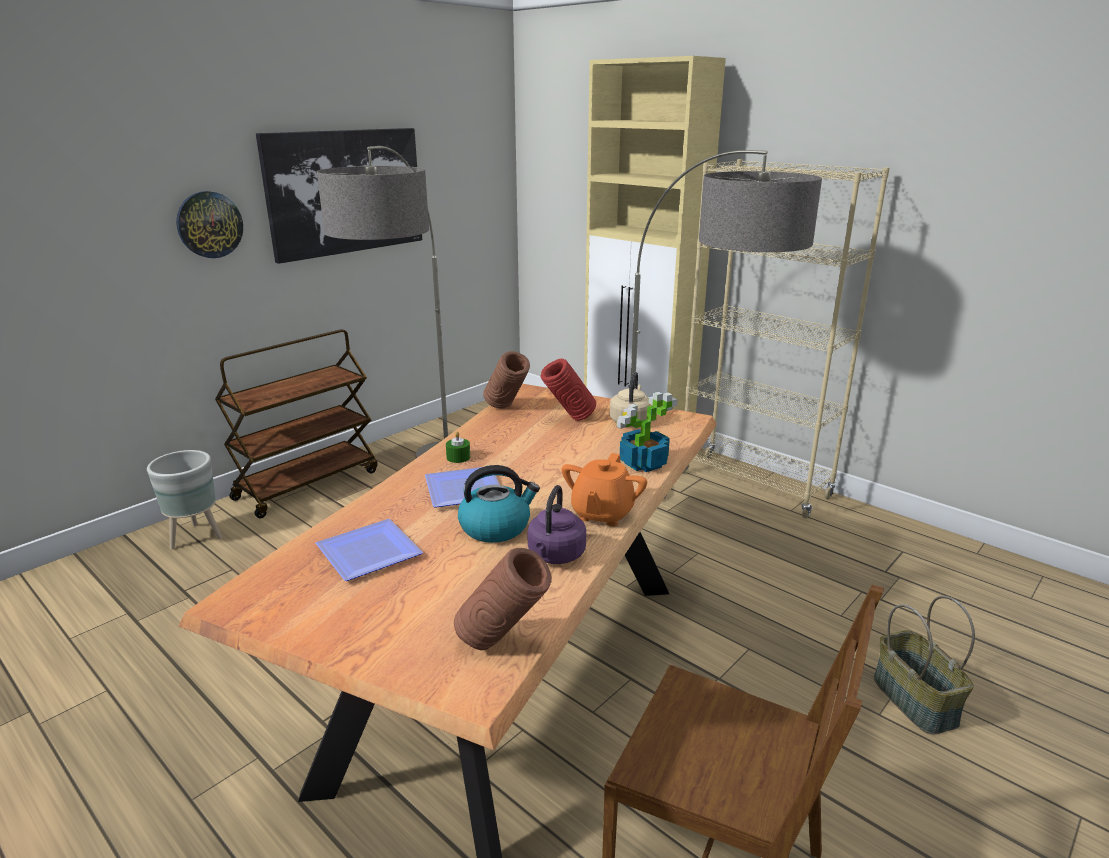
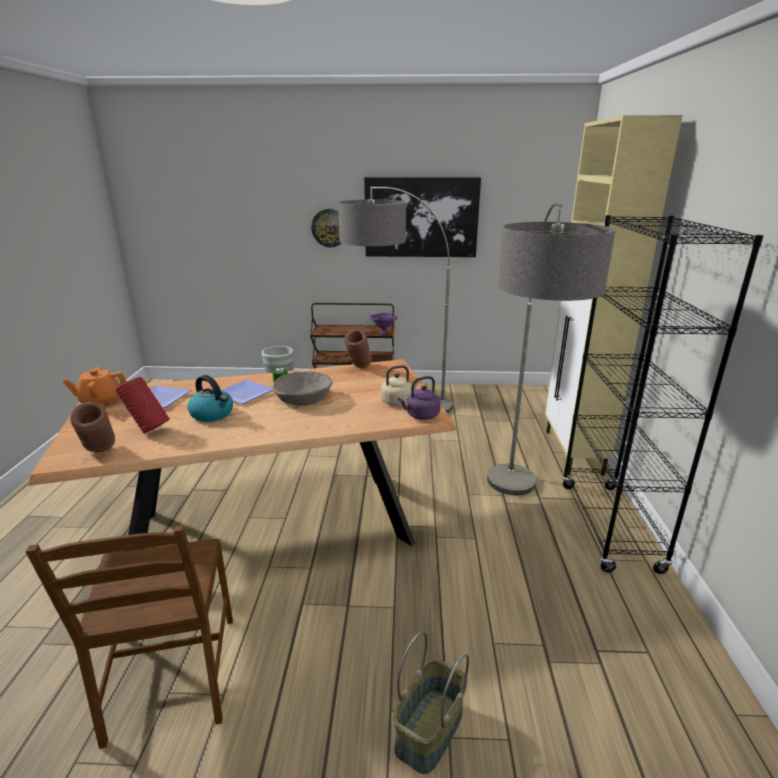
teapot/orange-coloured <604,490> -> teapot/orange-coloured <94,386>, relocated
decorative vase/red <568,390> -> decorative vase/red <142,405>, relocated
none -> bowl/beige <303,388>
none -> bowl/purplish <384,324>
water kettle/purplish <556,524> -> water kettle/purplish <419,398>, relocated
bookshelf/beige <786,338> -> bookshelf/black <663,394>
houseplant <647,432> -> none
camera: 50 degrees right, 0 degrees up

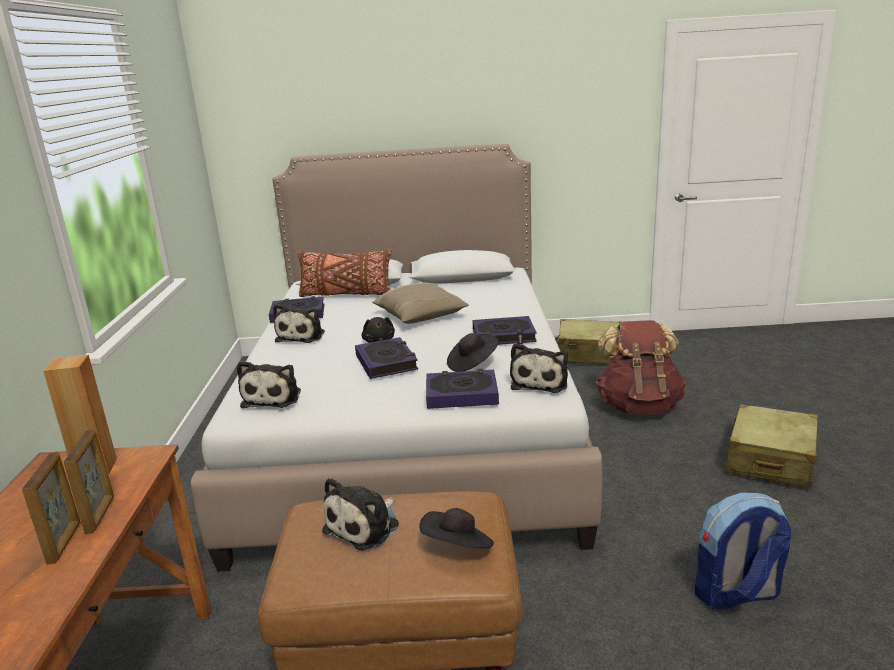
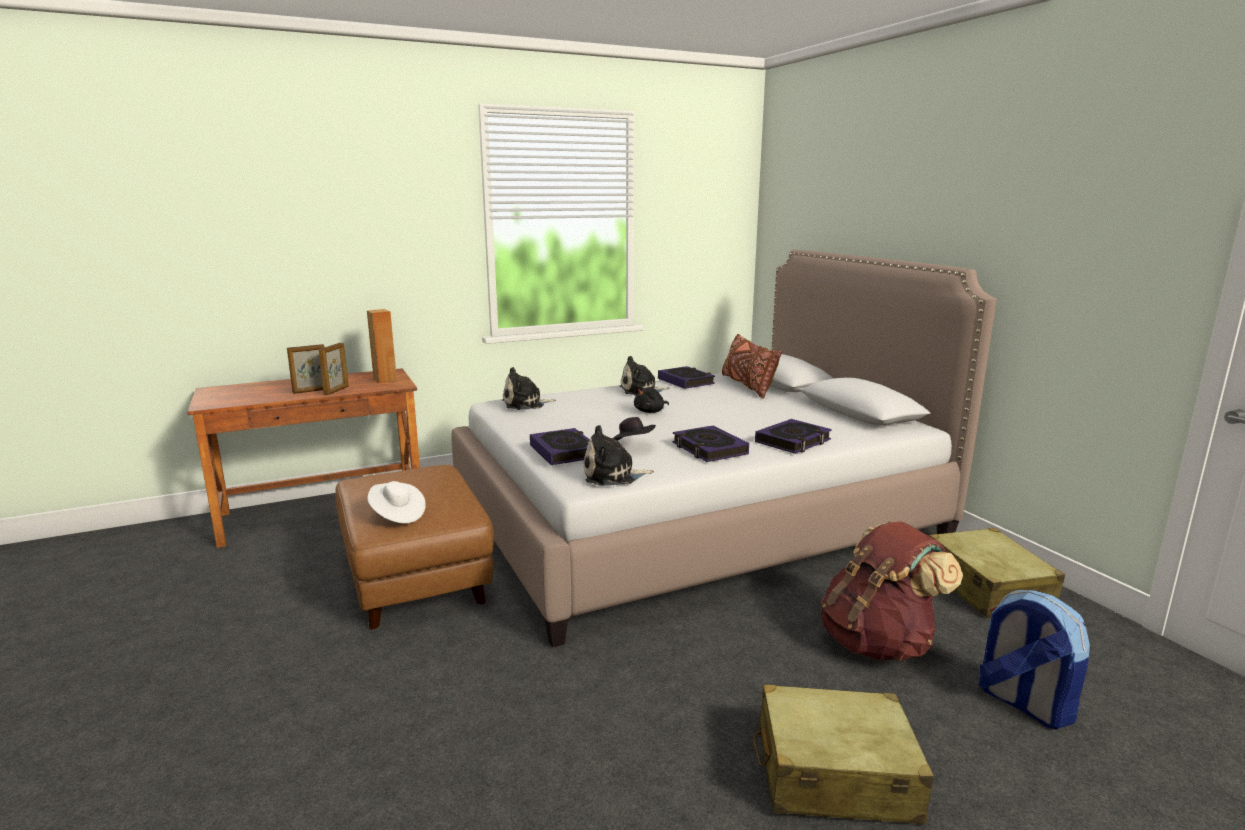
standing frame <89,481> -> standing frame <334,369>, 45 degrees counterclockwise
clothing hat/black <456,528> -> clothing hat/white-coloured <396,502>
volume <386,358> -> volume <793,436>, relocated
rucksack <743,551> -> rucksack <1034,659>, relocated
soft toy <360,514> -> none
throw pillow/beige <420,303> -> none
camera: 65 degrees right, 5 degrees down

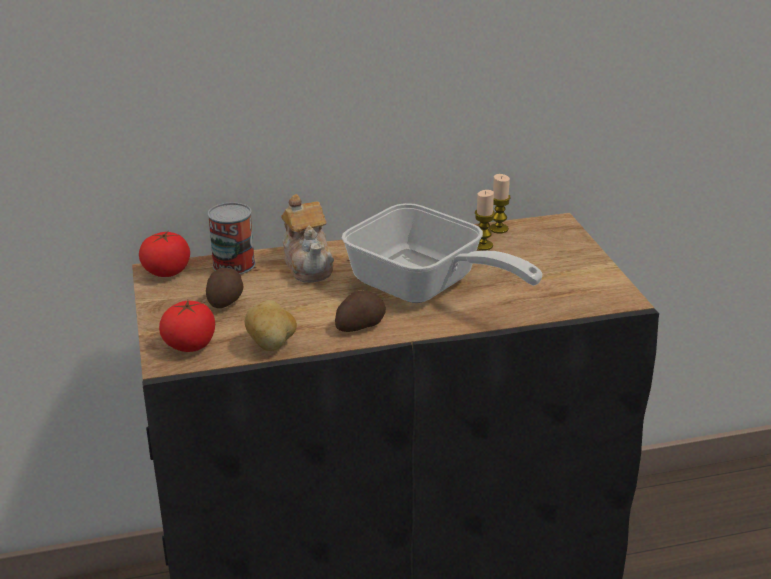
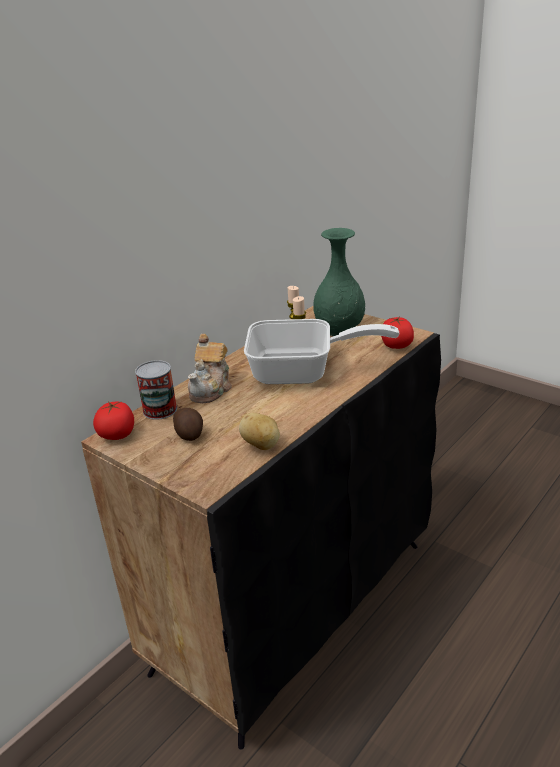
teapot <307,238> -> teapot <210,368>, 75 degrees clockwise
none -> decorative vase/green <339,282>
fresh tomato <187,326> -> fresh tomato <397,333>, relocated
spud <360,311> -> none
camera: 35 degrees left, 0 degrees up

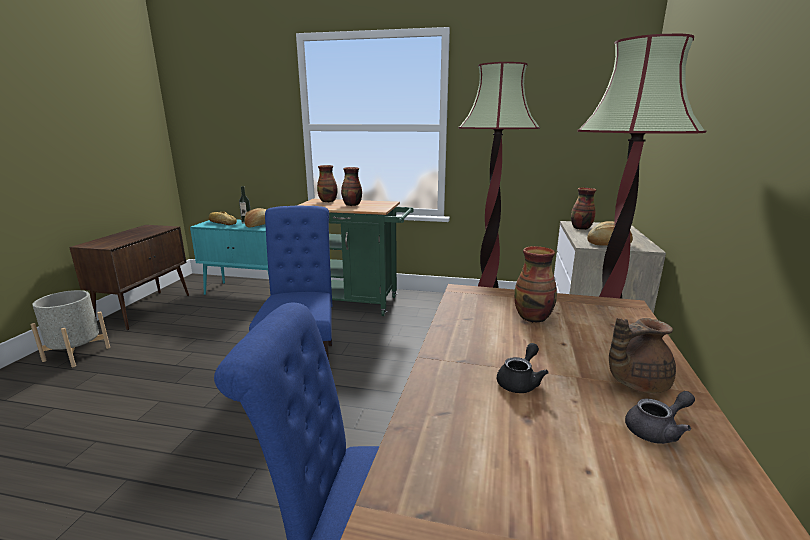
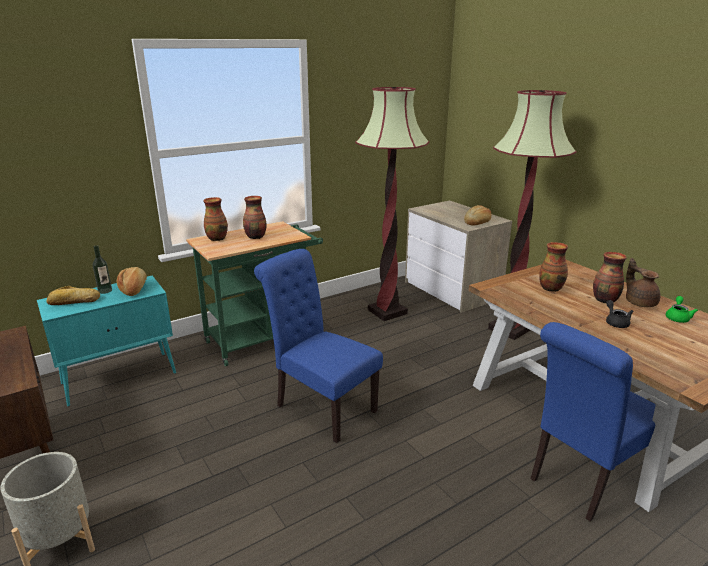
decorative vase <583,209> -> decorative vase <610,277>, relocated
teapot/brown <642,355> -> teapot/brown <643,282>, 135 degrees clockwise
teapot/greyish <660,417> -> teapot/green <682,309>
camera: 45 degrees left, 5 degrees up

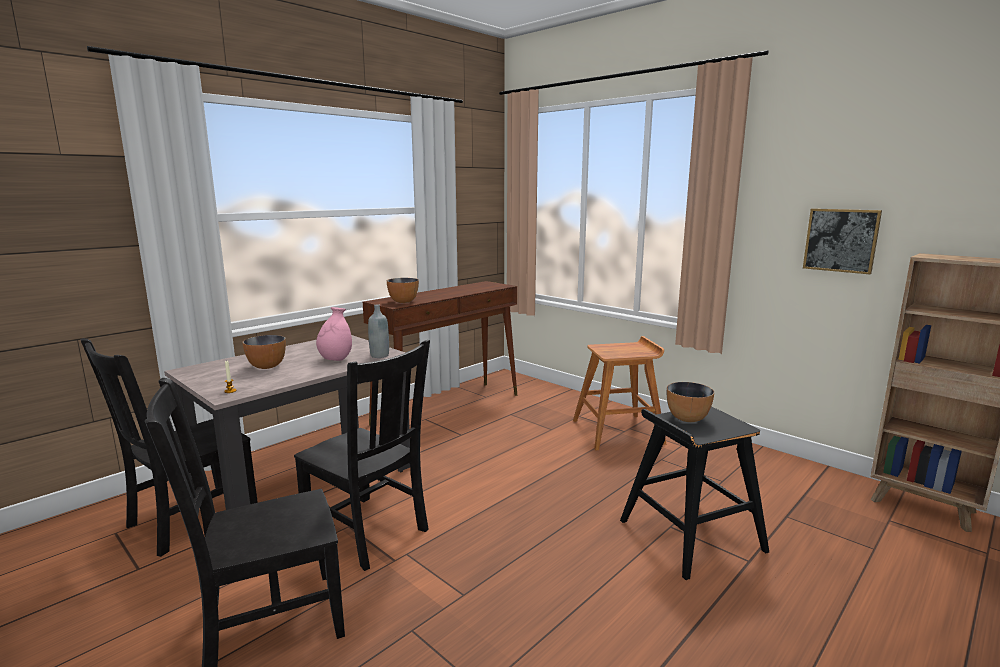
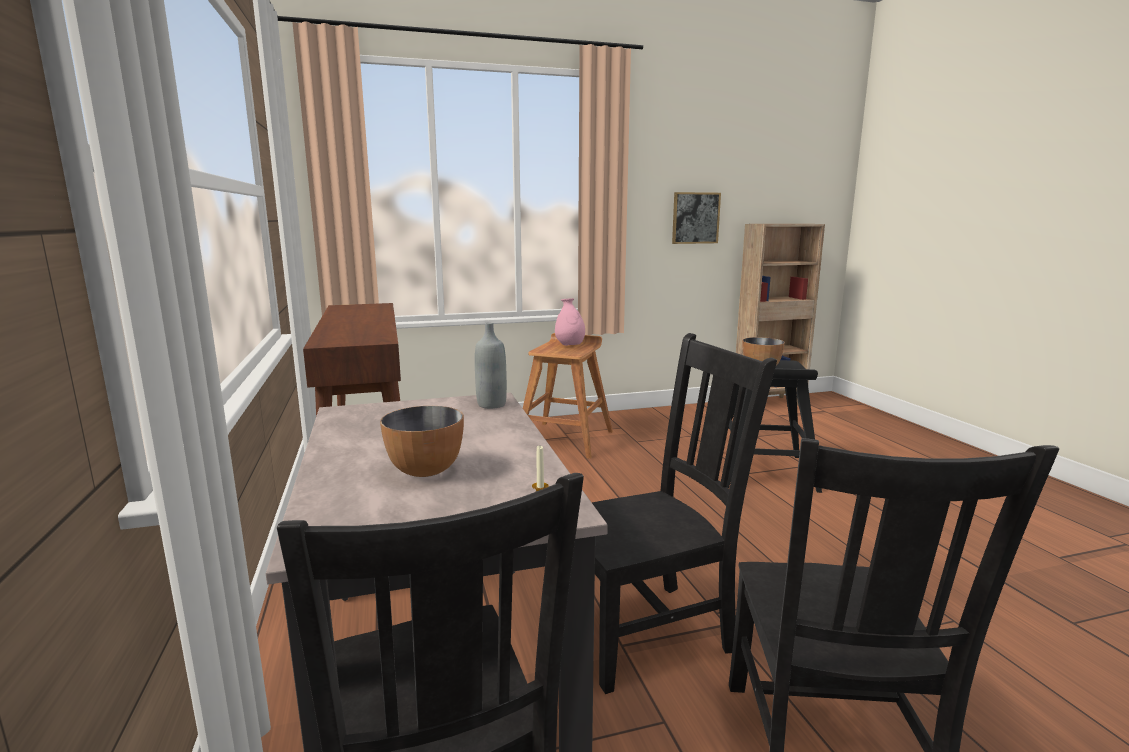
decorative vase/pink <334,334> -> decorative vase/pink <570,322>, relocated
bowl <403,290> -> none
camera: 60 degrees left, 0 degrees up

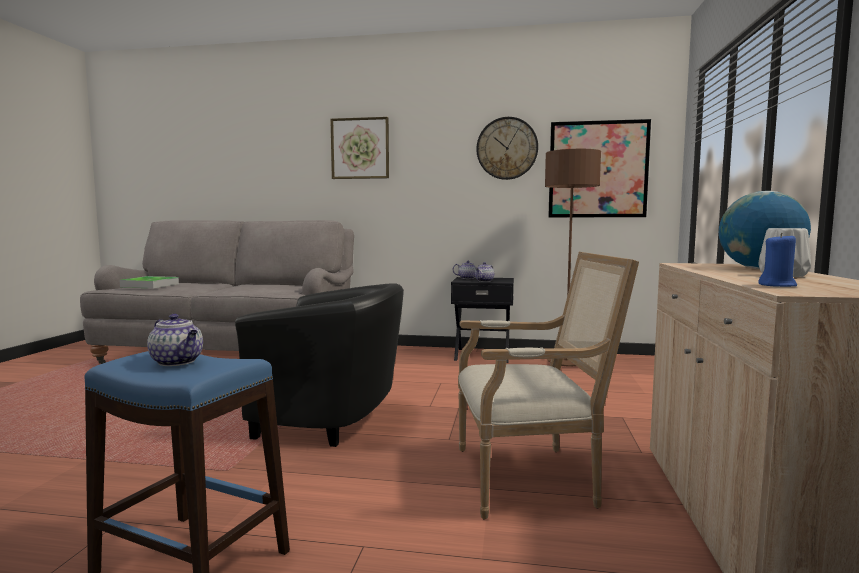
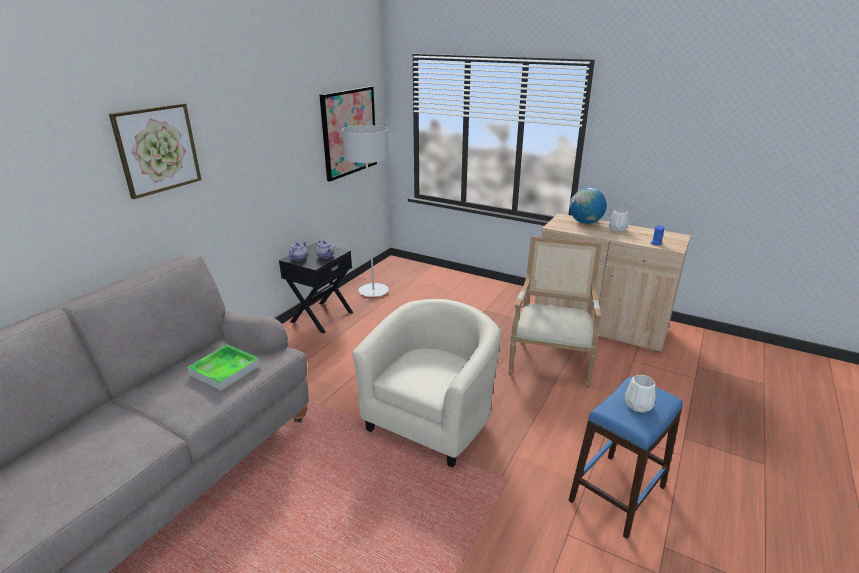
tray <149,282> -> tray <223,368>, relocated
standing lamp/brown <573,258> -> standing lamp/greyish <365,211>
easy chair/black <319,365> -> easy chair/beige <426,383>
teapot <175,340> -> decorative vase/white-coloured <640,394>
hanging clock <507,148> -> none
camera: 70 degrees left, 20 degrees up

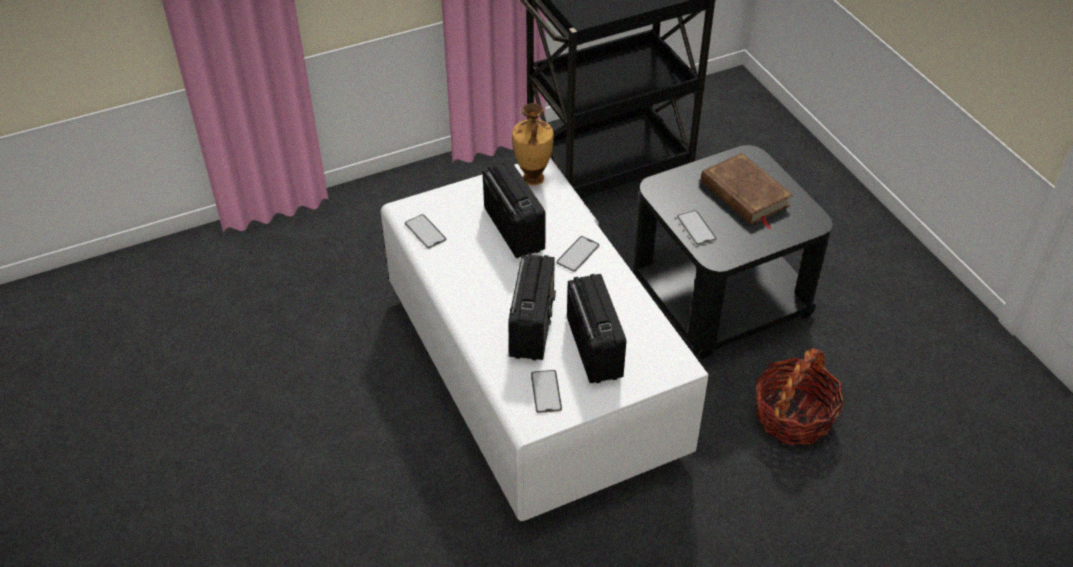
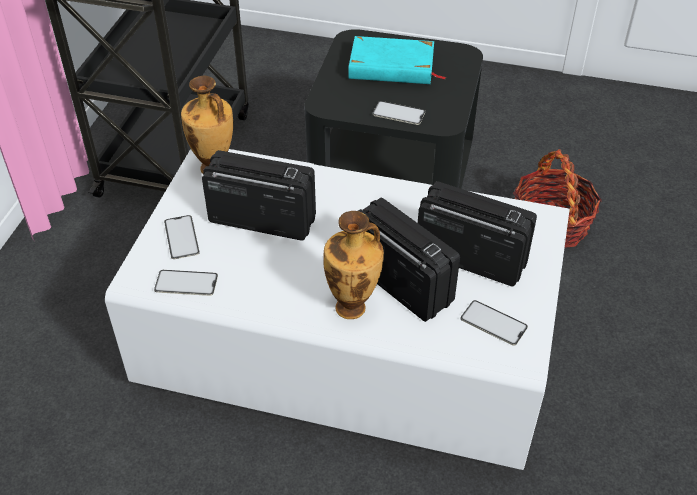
telephone <577,254> -> telephone <182,237>, relocated
none -> decorative vase <353,265>
volume/brown <747,191> -> volume/turquoise-coloured <397,60>
camera: 50 degrees left, 0 degrees up

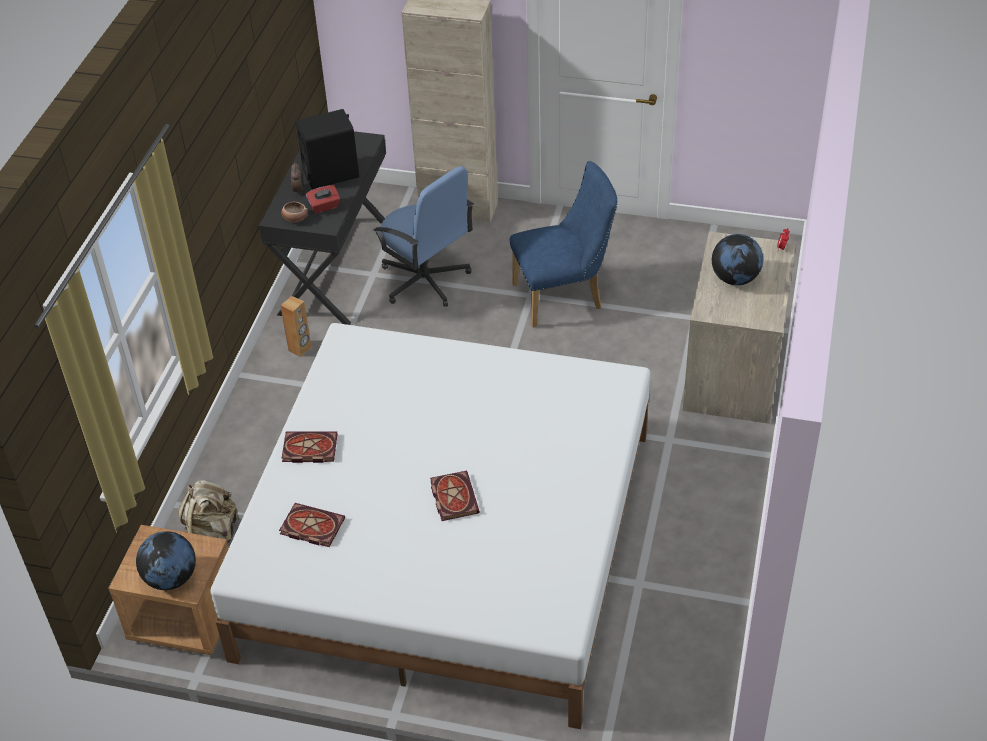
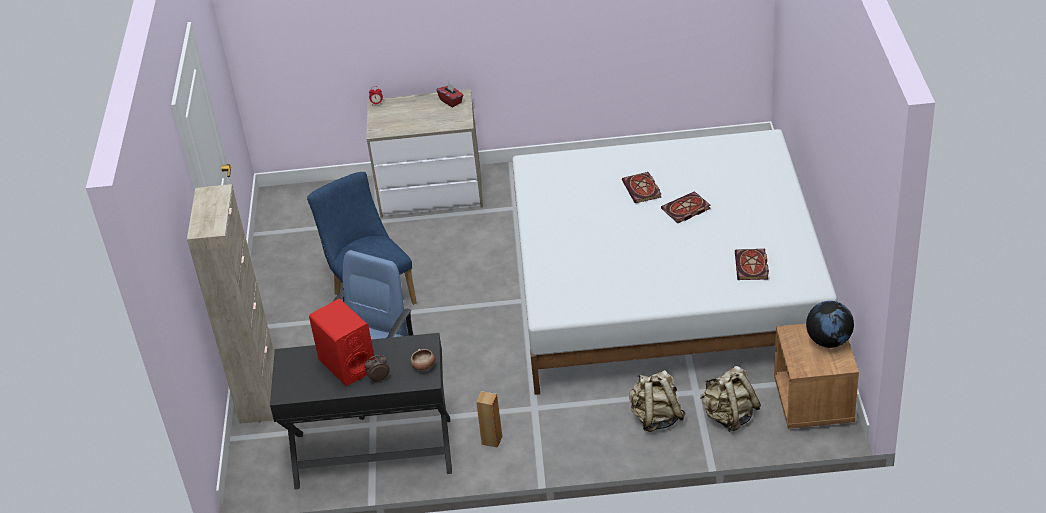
audio speaker/black <327,149> -> audio speaker/red <342,342>
box of tissues/red <323,199> -> box of tissues/red <450,94>, relocated
volume <309,447> -> volume <641,187>, relocated
none -> rucksack/beige <657,401>
desk globe <737,259> -> none
camera: 105 degrees left, 5 degrees down

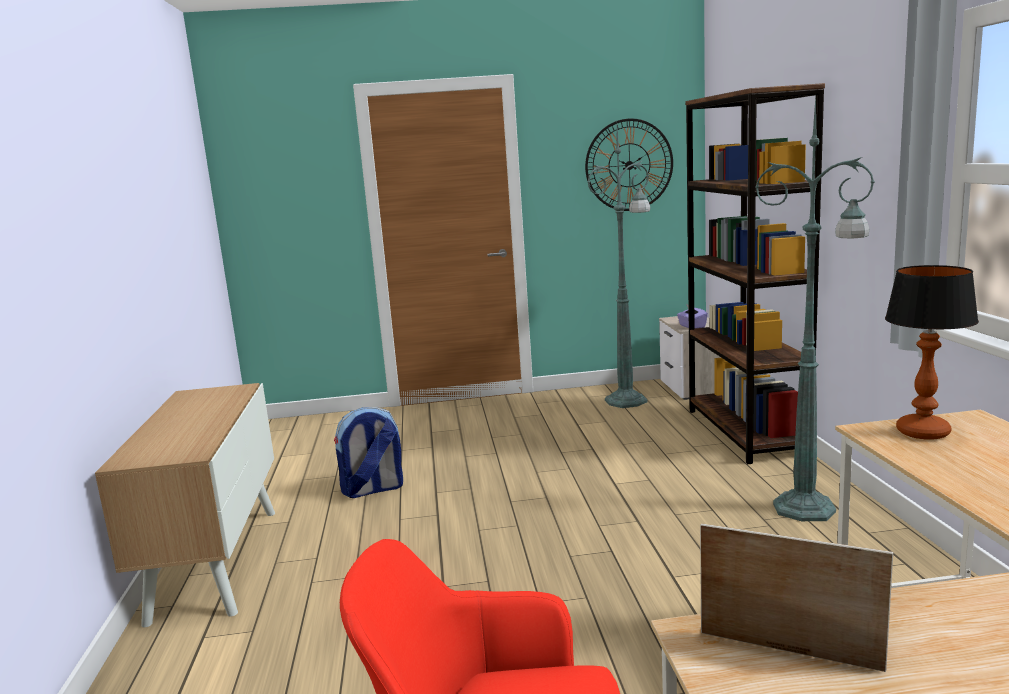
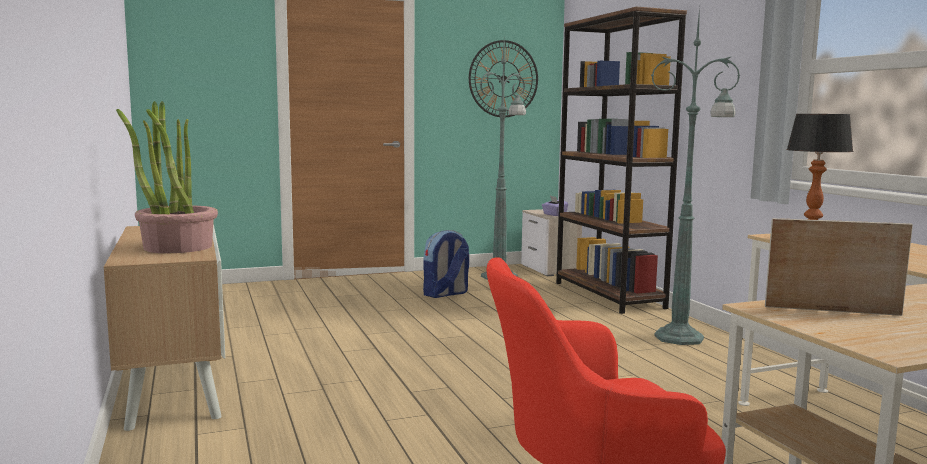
none -> houseplant <167,177>
rucksack <368,452> -> rucksack <446,264>, relocated
camera: 15 degrees left, 5 degrees down

